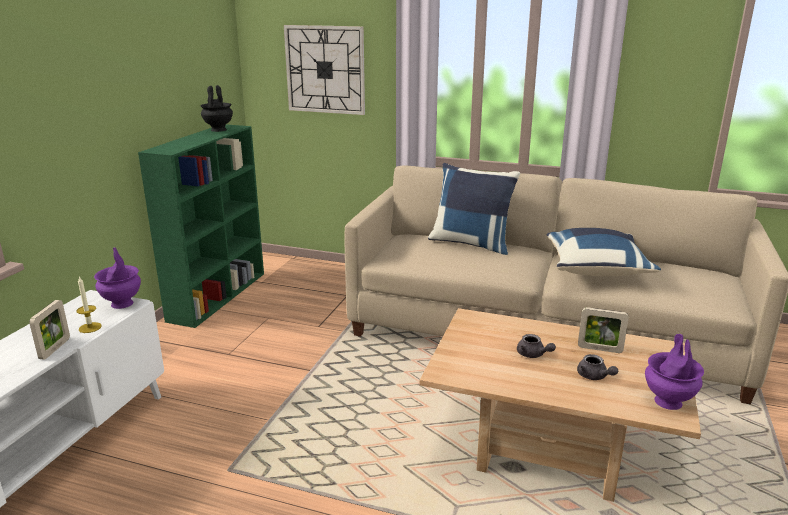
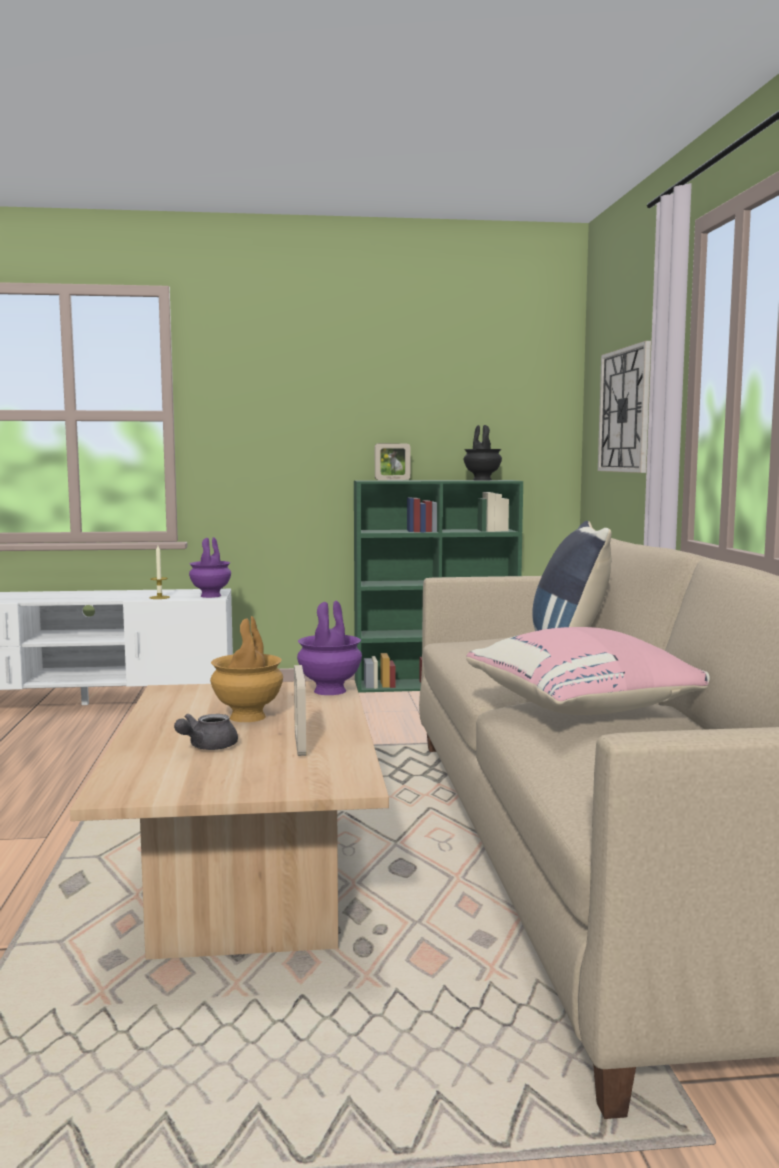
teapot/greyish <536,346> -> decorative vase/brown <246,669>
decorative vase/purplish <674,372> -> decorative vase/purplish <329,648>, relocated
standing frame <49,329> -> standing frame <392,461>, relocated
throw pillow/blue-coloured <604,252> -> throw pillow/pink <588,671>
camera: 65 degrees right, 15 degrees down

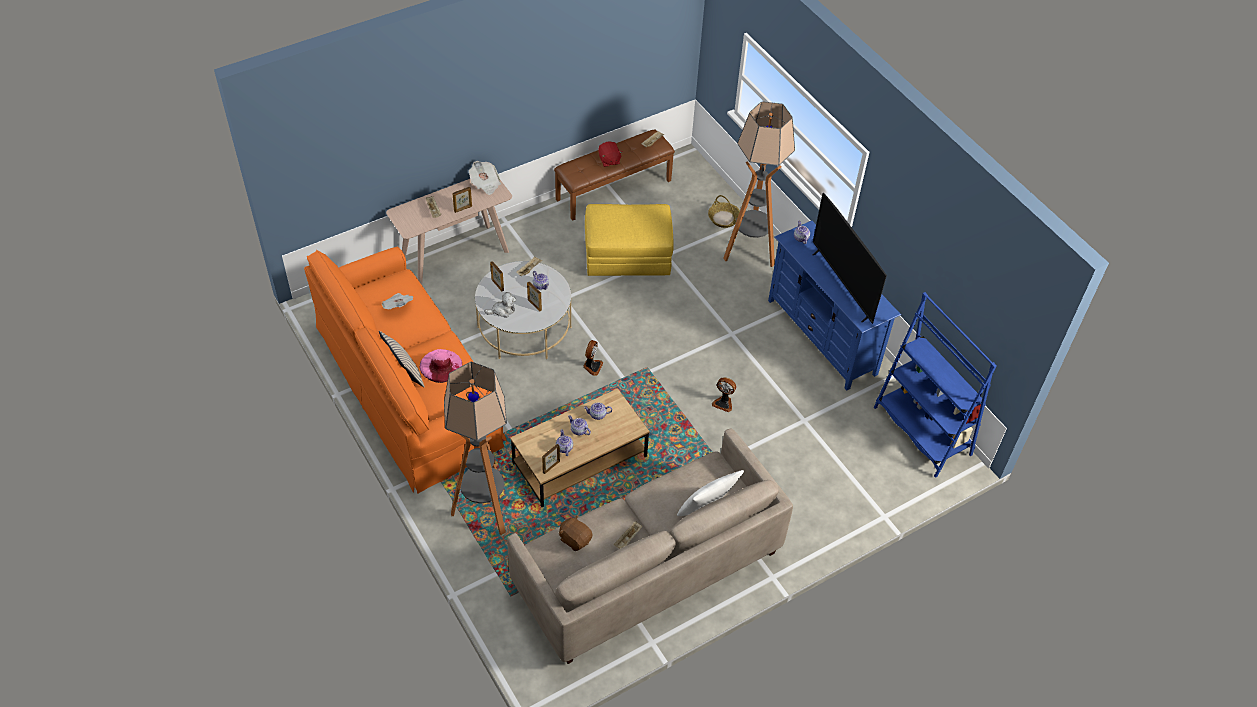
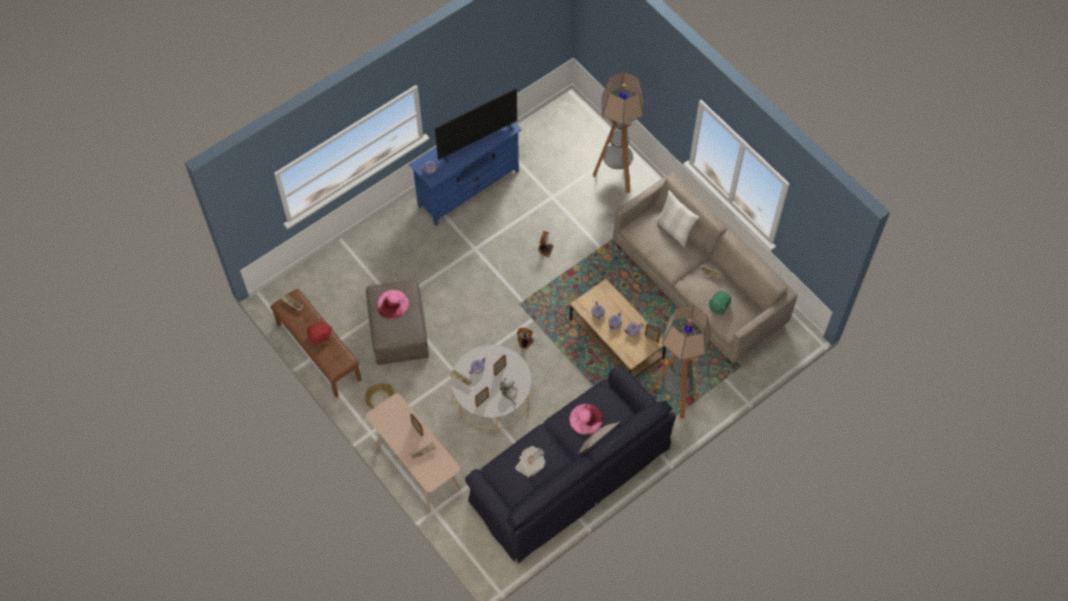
basket <724,211> -> basket <379,396>, relocated
pouffe/yellow-coloured <629,240> -> pouffe/greyish <397,322>
none -> clothing hat/pink <393,304>
couch/orange-coloured <405,370> -> couch/black <570,464>
standing lamp <759,184> -> standing lamp <618,132>, relocated
soft toy/brown <575,533> -> soft toy/green <720,302>
newspaper <485,178> -> none
bookshelf/blue-coloured <935,385> -> none
camera: 95 degrees left, 10 degrees up

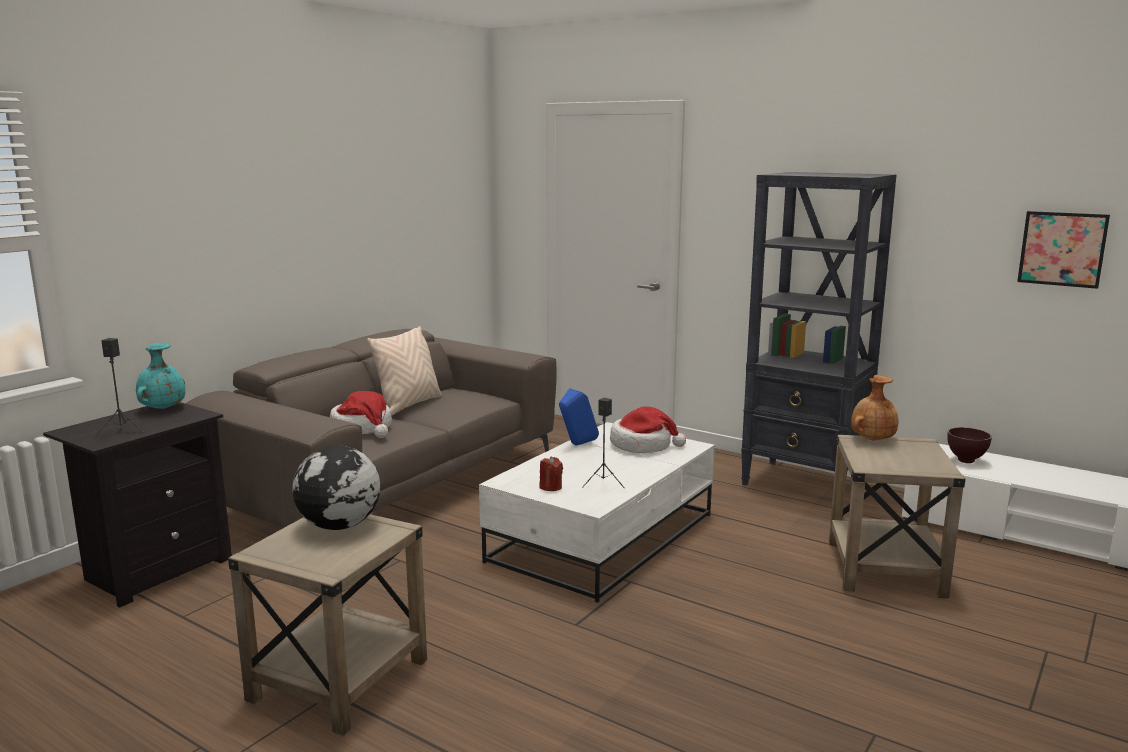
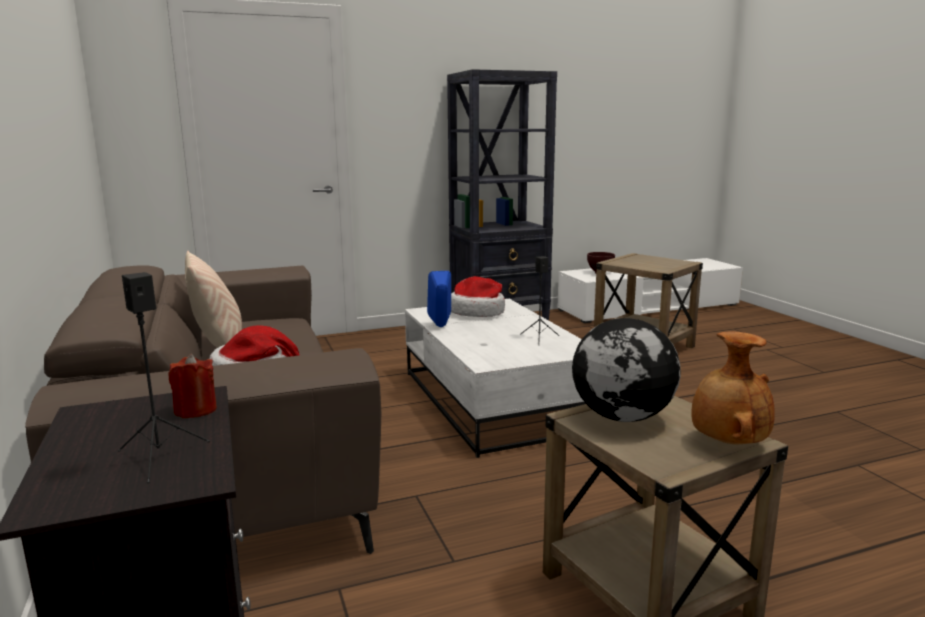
candle/red <551,473> -> candle/red <192,386>, relocated
decorative vase/brown <874,408> -> decorative vase/brown <733,388>, relocated
decorative vase/turquoise-coloured <160,376> -> none
wall art <1063,250> -> none
camera: 55 degrees left, 0 degrees up

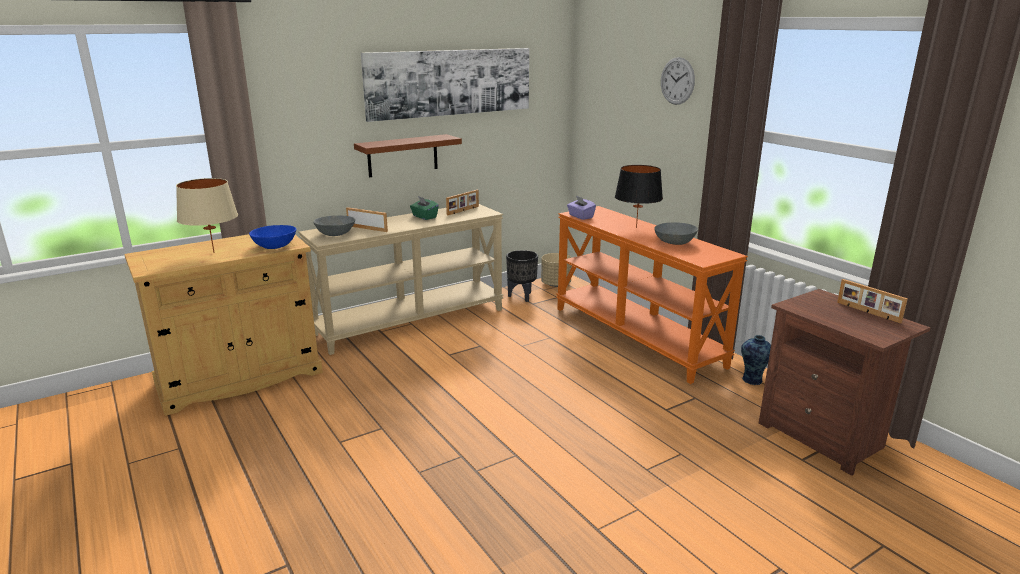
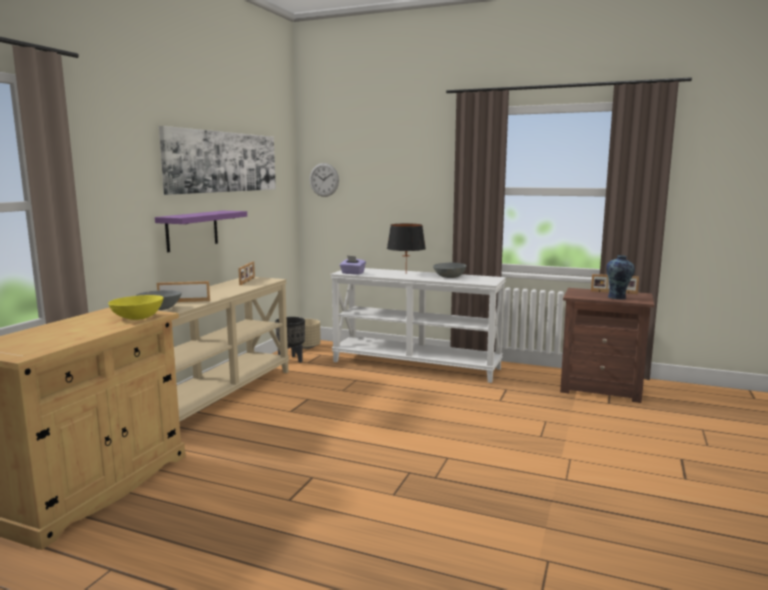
bowl/blue-coloured <272,237> -> bowl/yellow-coloured <136,307>
bracket shelf/brown <408,155> -> bracket shelf/purplish <201,231>
hanging clock <678,81> -> hanging clock <324,180>, relocated
hall table/orange-coloured <652,295> -> hall table/white-coloured <418,325>
decorative vase <756,360> -> decorative vase <620,277>, relocated
lamp for a table/beige <207,215> -> none
box of tissues/green <424,208> -> none
camera: 35 degrees left, 10 degrees down

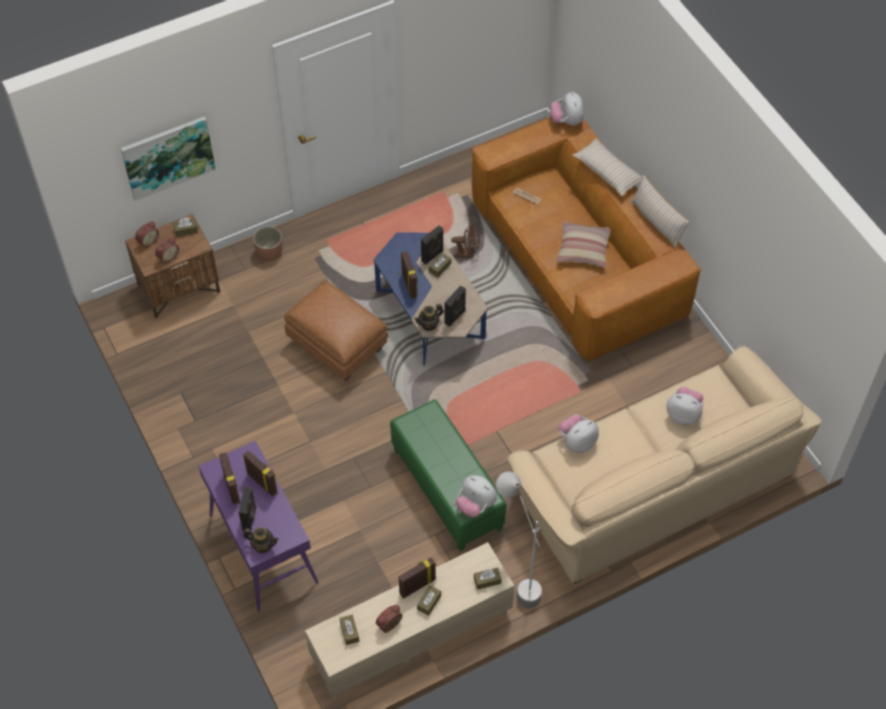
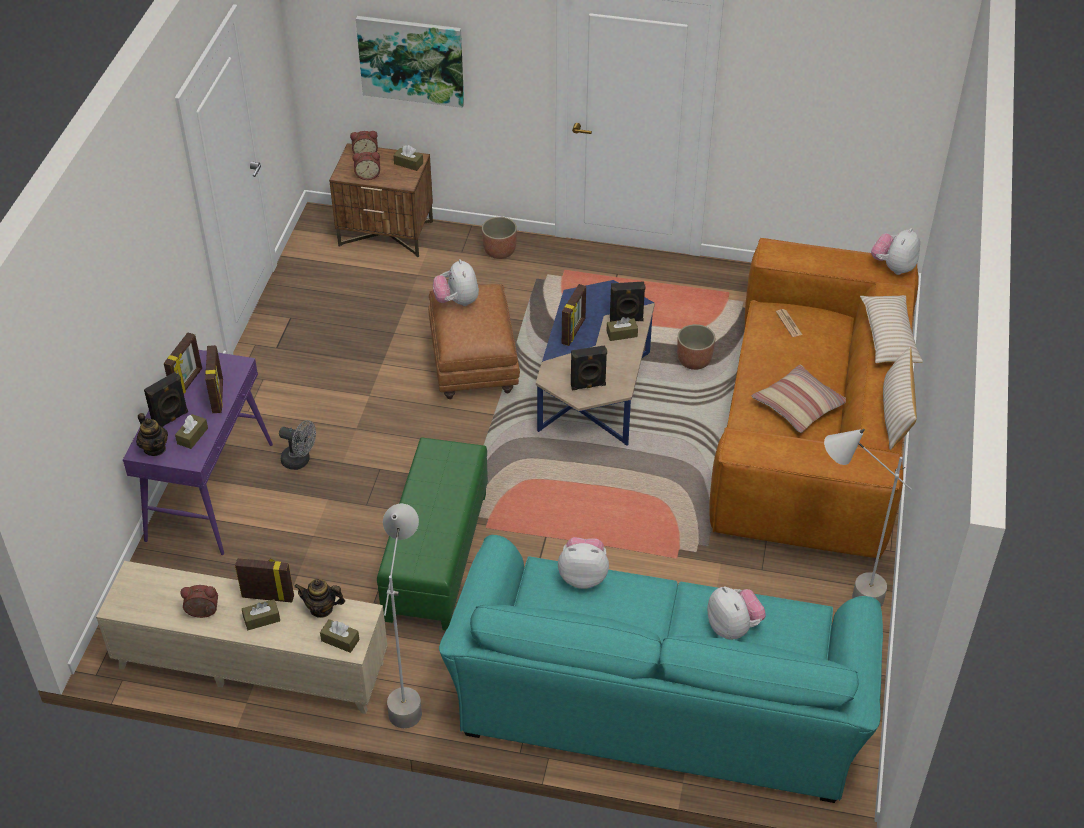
box of tissues/brown <349,630> -> box of tissues/brown <191,431>, relocated
none -> fan/greyish <297,445>
teapot <429,317> -> teapot <319,598>, relocated
soft toy <476,496> -> soft toy <456,282>, relocated
couch/beige <664,465> -> couch/turquoise-coloured <661,669>
fan/brown <465,240> -> plant pot <696,347>
none -> standing lamp/greyish <867,517>
camera: 40 degrees right, 10 degrees down

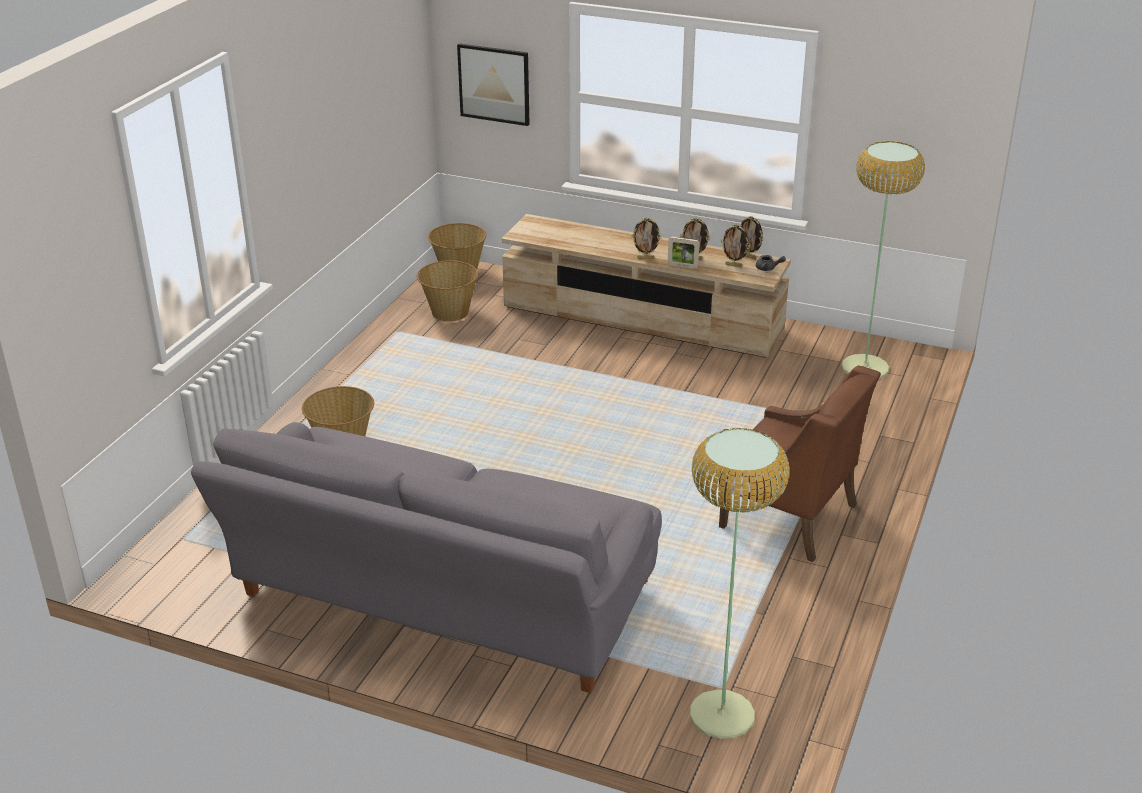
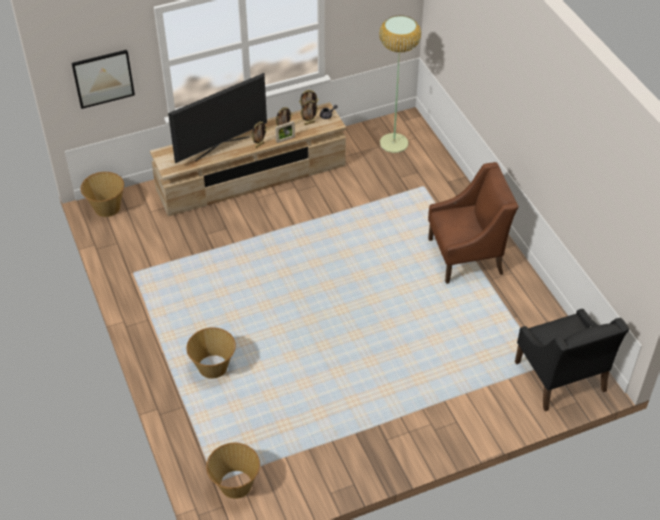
none -> TV <217,118>
basket <447,291> -> basket <233,471>, relocated
standing lamp <740,583> -> easy chair/black <572,360>
couch/greyish <426,557> -> none
camera: 45 degrees left, 15 degrees up

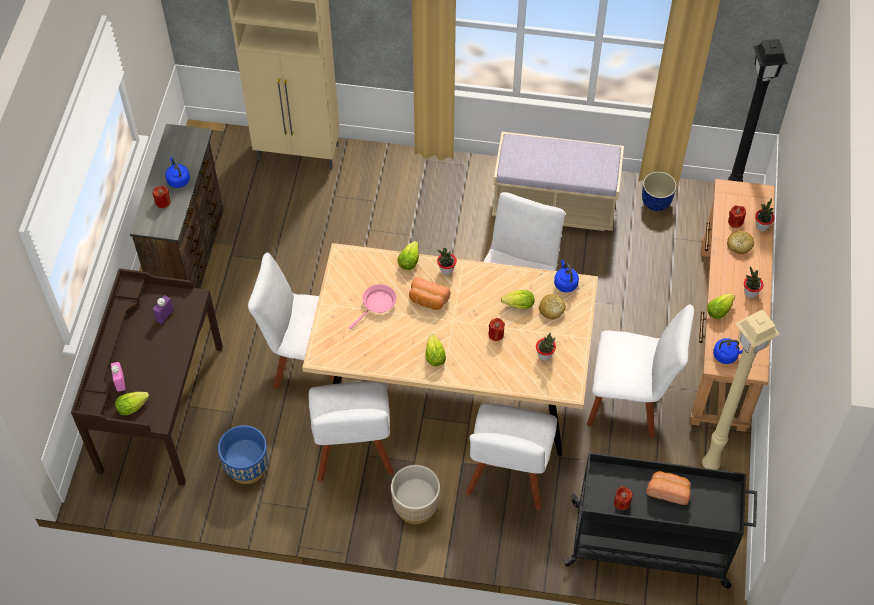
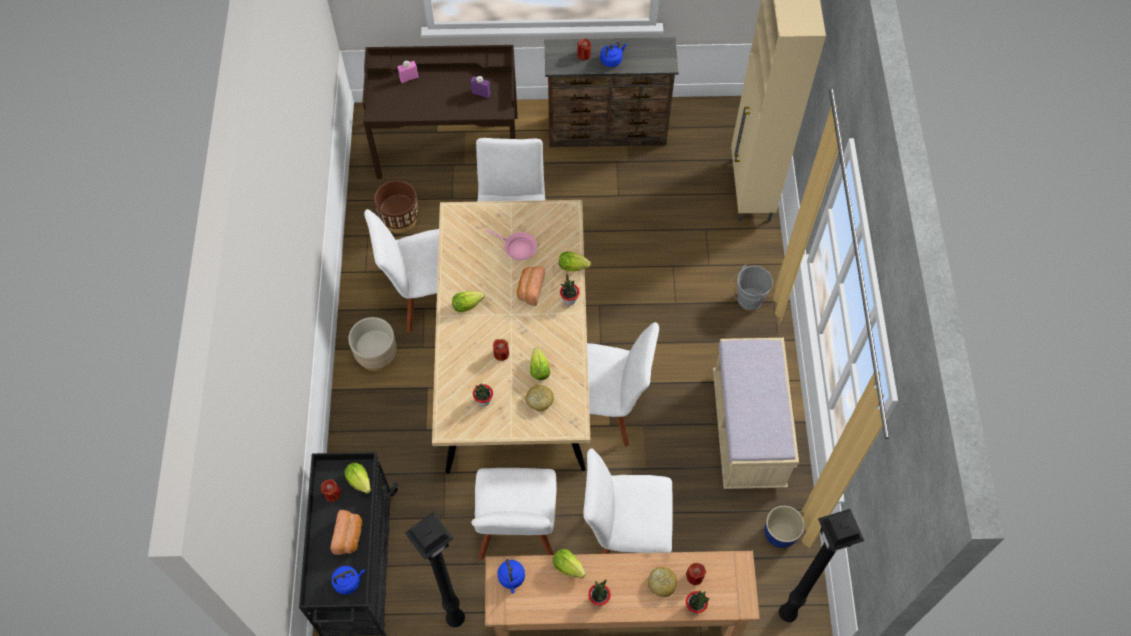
water kettle/blue-coloured <566,276> -> water kettle/blue-coloured <348,580>, relocated
lettuce <132,403> -> lettuce <357,478>, relocated
plant pot/blue-coloured <243,454> -> plant pot/brown <396,206>
standing lamp/beige <741,389> -> standing lamp/black <435,569>
plain chair/white-coloured <511,456> -> plain chair/white-coloured <628,501>, relocated
none -> bucket/greyish <751,287>
camera: 80 degrees right, 5 degrees up

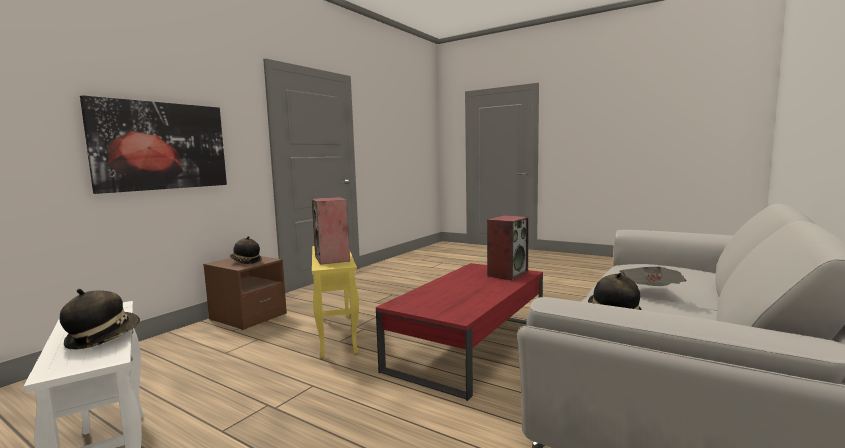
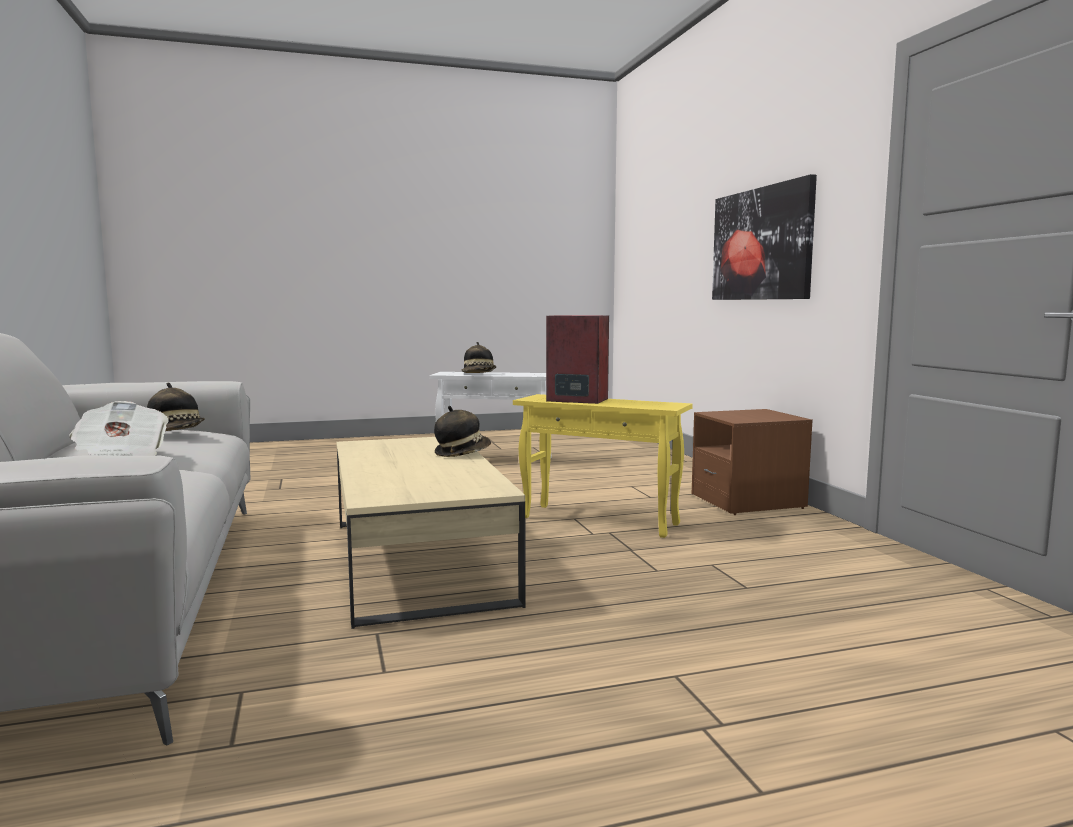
lounge table/red <459,332> -> lounge table/beige <431,533>
clothing hat <246,250> -> clothing hat <462,431>, relocated
audio speaker <508,247> -> none
camera: 130 degrees right, 0 degrees up

